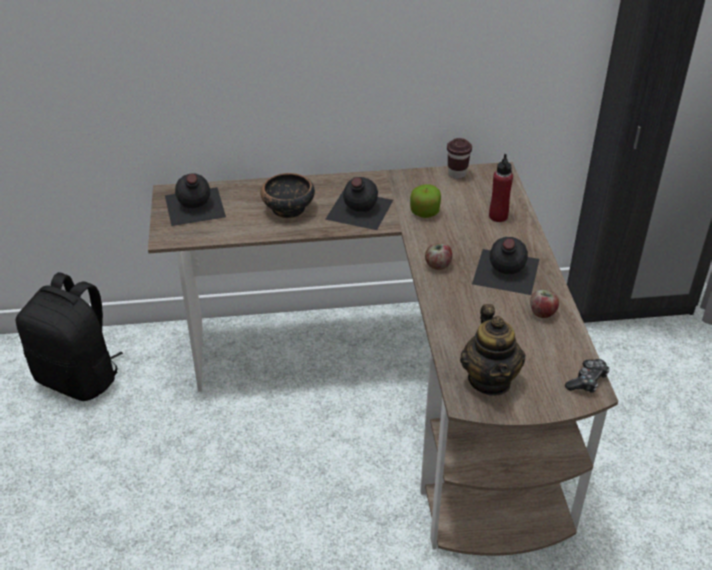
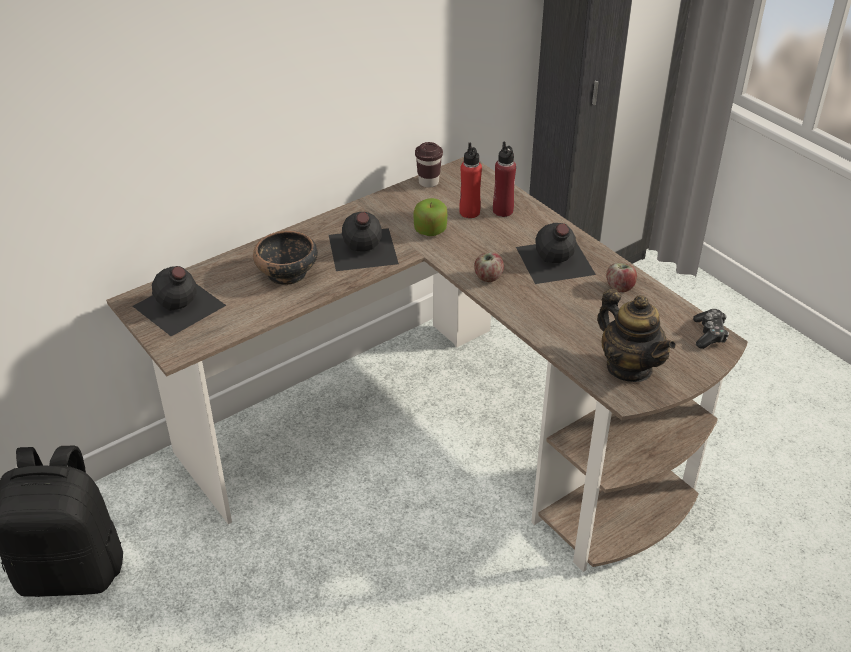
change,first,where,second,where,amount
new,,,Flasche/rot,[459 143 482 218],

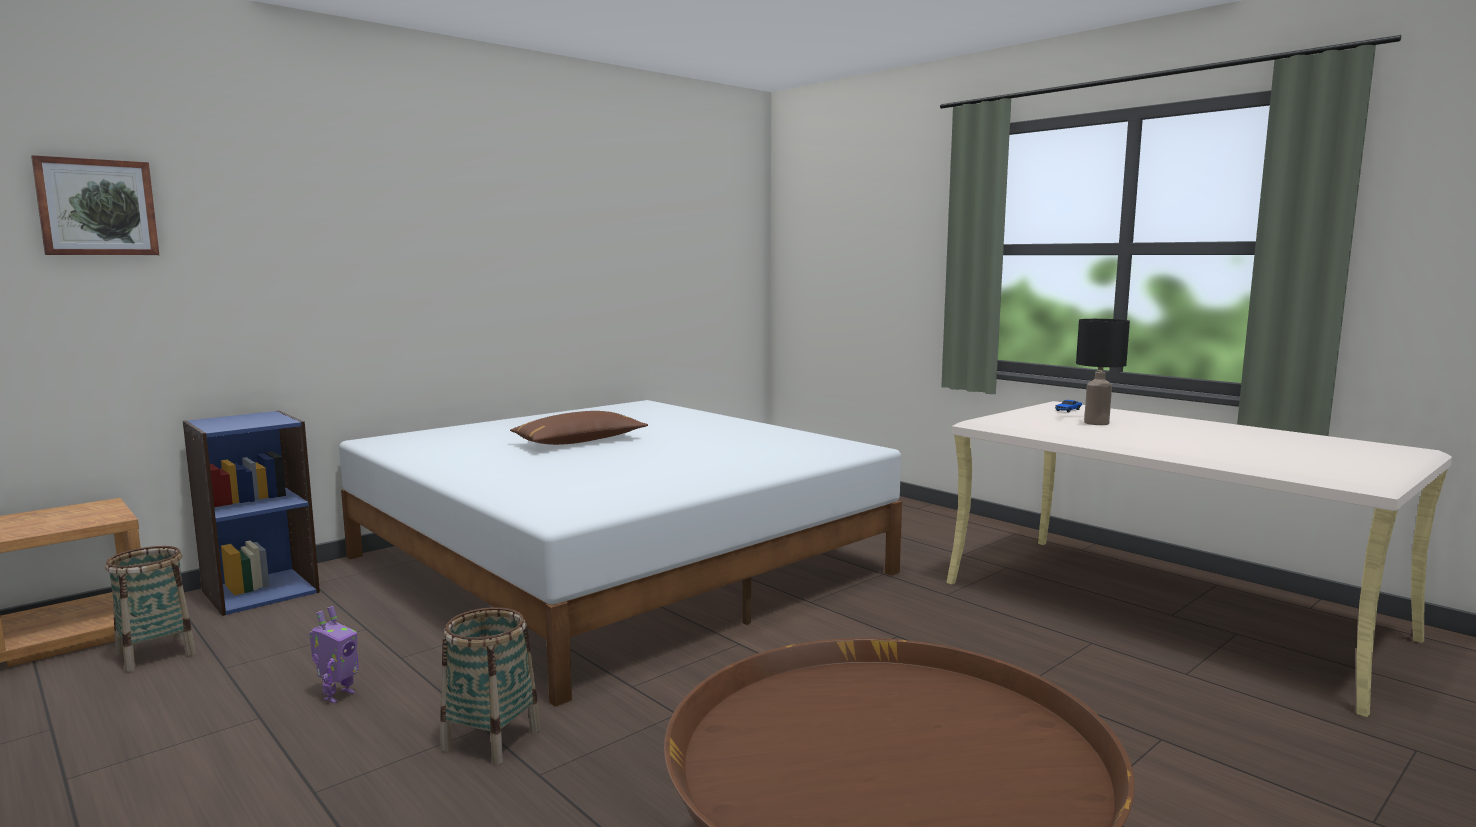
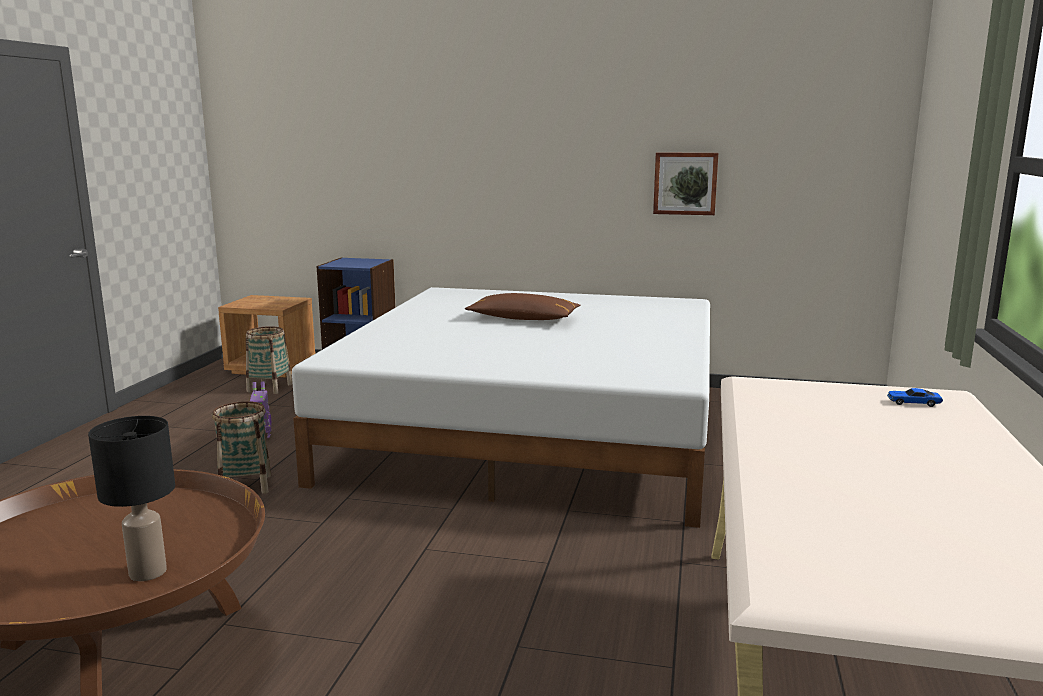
change,first,where,second,where,amount
shifted,Bild,[31 155 159 255],,[653 152 718 215],
shifted,Tischlampe/schwarz,[1076 319 1130 425],,[88 416 175 581],

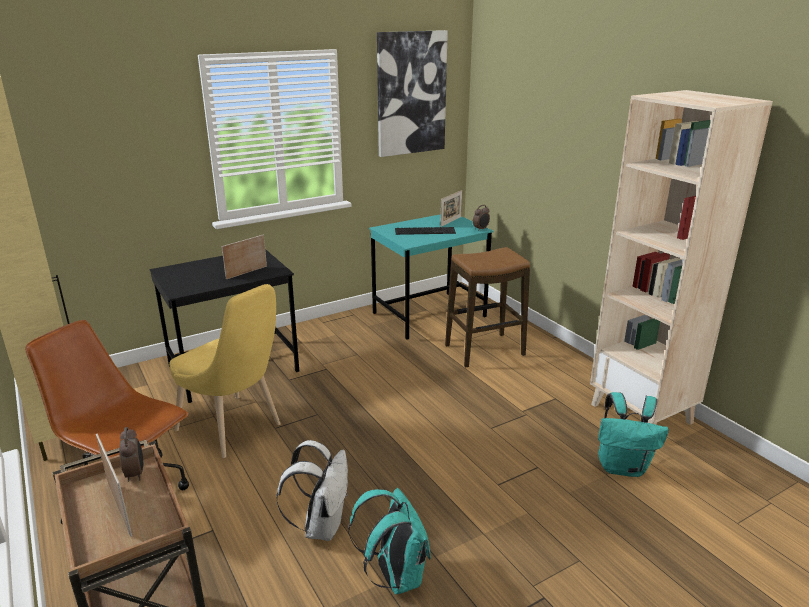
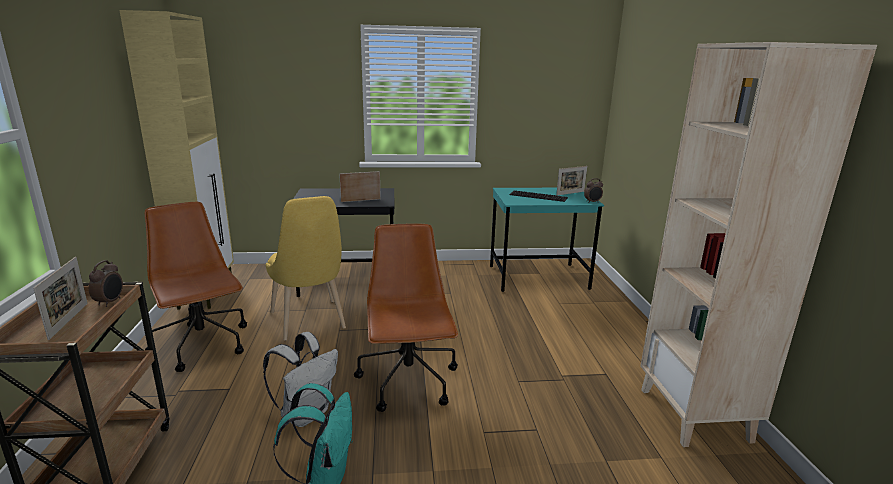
change,first,where,second,where,amount
gone,Bild,[377 30 448 157],,,
gone,Hocker,[445 247 530 368],,,
gone,Rucksack/türkis,[598 392 669 477],,,
new,,,Bürostuhl/braun,[354 224 458 412],

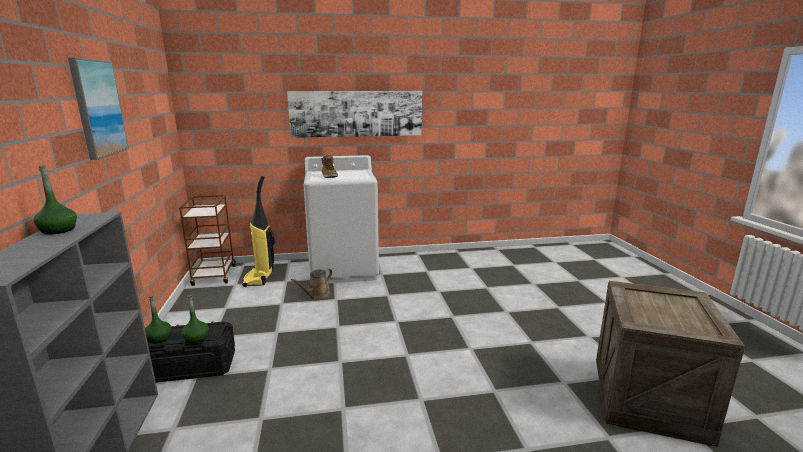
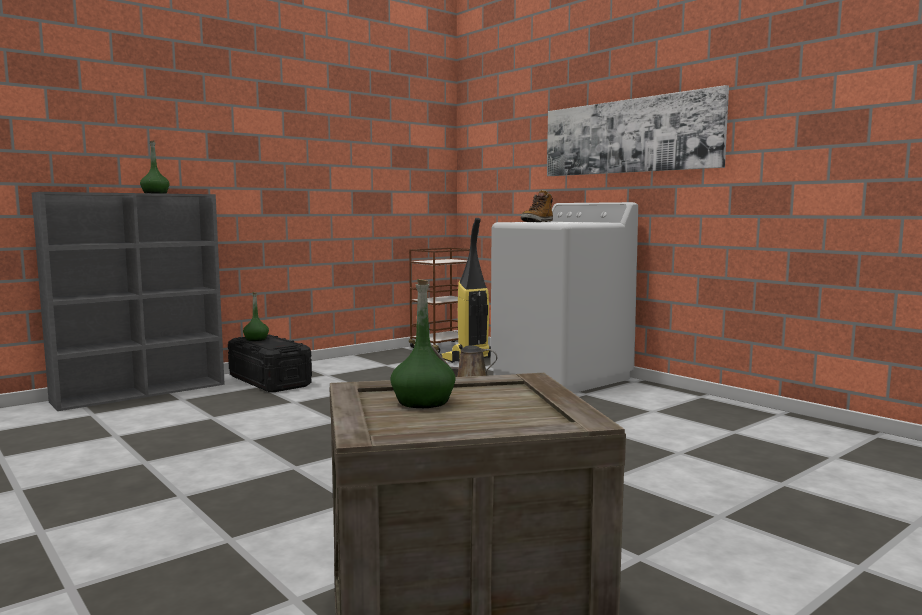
change,first,where,second,where,amount
gone,Bild,[68 58 129 160],,,
shifted,Flasche/grün,[182 295 209 343],,[390 279 455 408],

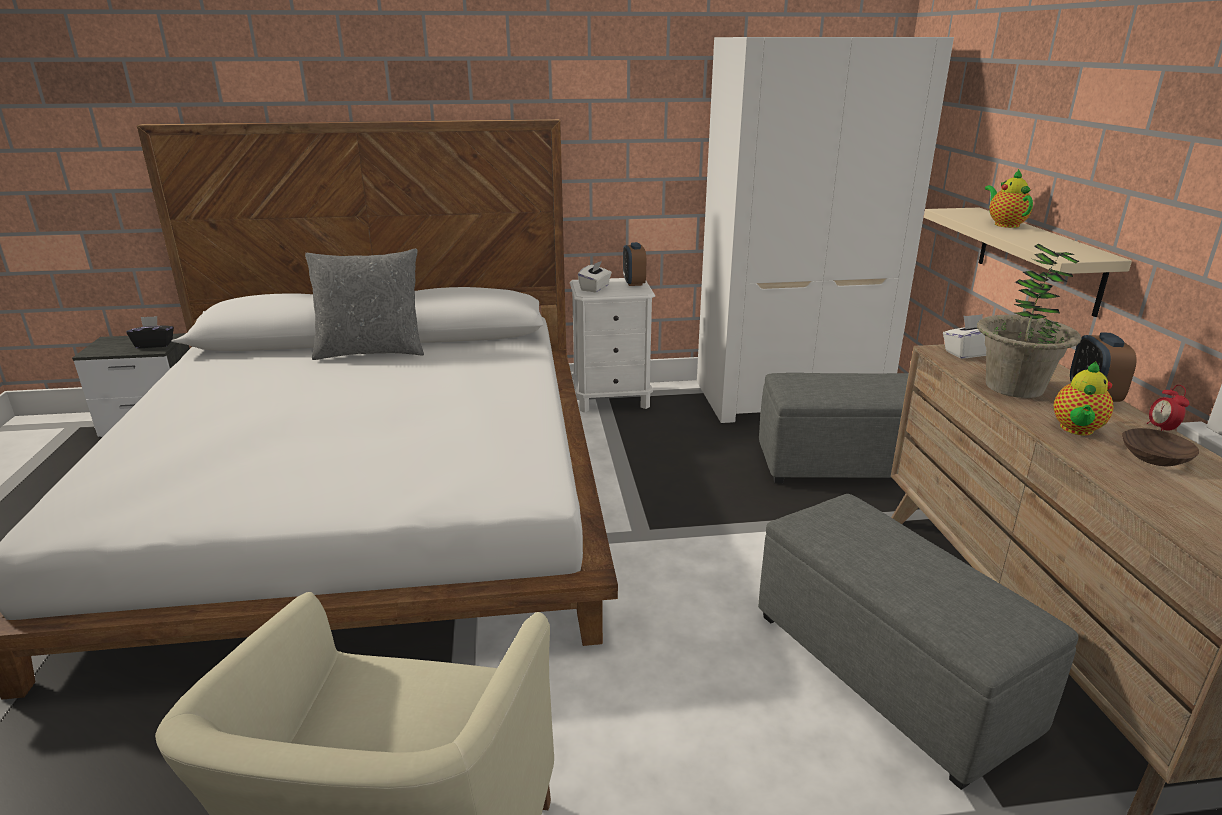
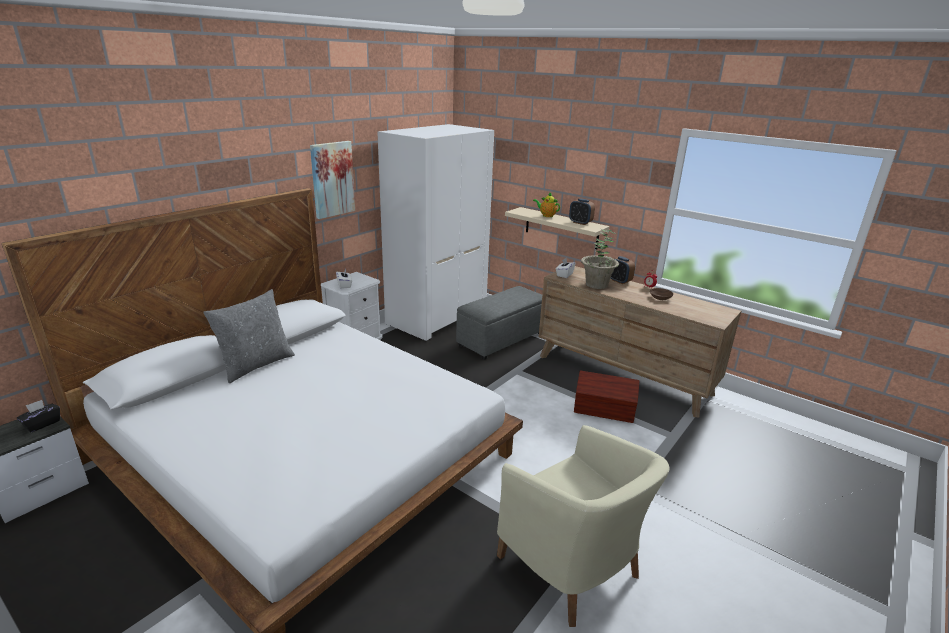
change,first,where,second,where,amount
shifted,Wecker,[623 242 646 286],,[569 199 595 225],
swapped,Polsterhocker/grau,[758 494 1079 790],Aufbewahrungsbox/braun,[574 371 639 423],
gone,Teekanne,[1054 361 1114 435],,,
new,,,Bild,[310 141 355 219],

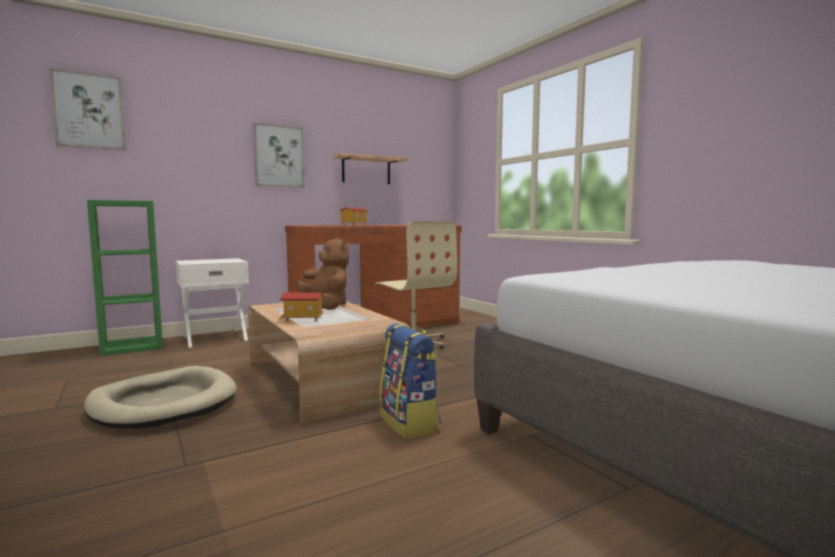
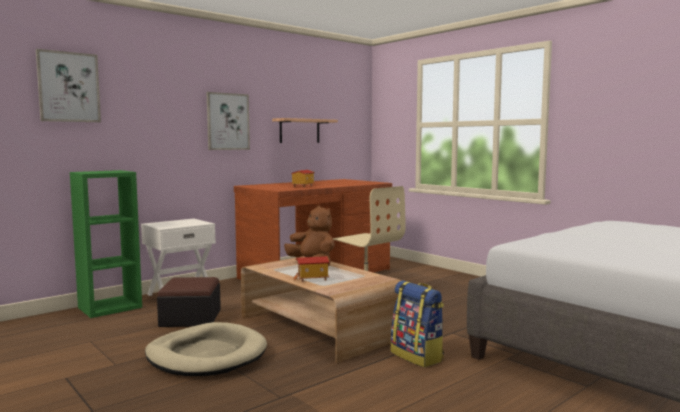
change,first,where,second,where,amount
new,,,Polsterhocker,[157 277 221 327],

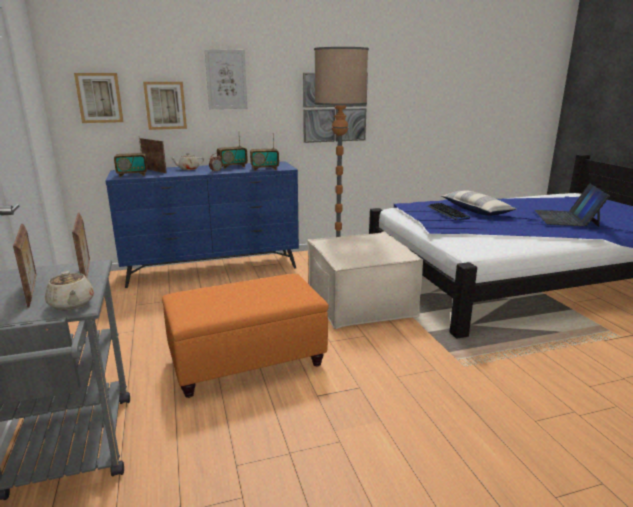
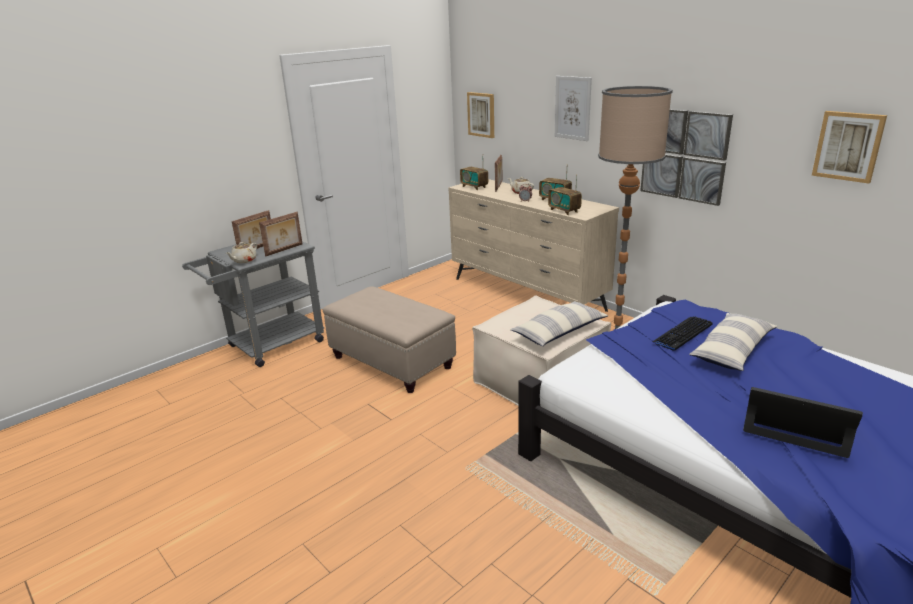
change,first,where,second,where,amount
repainted,Kommode/blau,[105 161 299 288],Kommode/beige,[448 179 619 312],
shifted,Bild,[143 82 187 130],,[812 111 887 184],
repainted,Polsterhocker/orange,[162 274 329 398],Polsterhocker/beige,[322 286 456 393],
rotated,Laptop,[535 183 610 227],,[743 387 863 458],45 degrees clockwise
new,,,Kissen,[511 301 608 346],

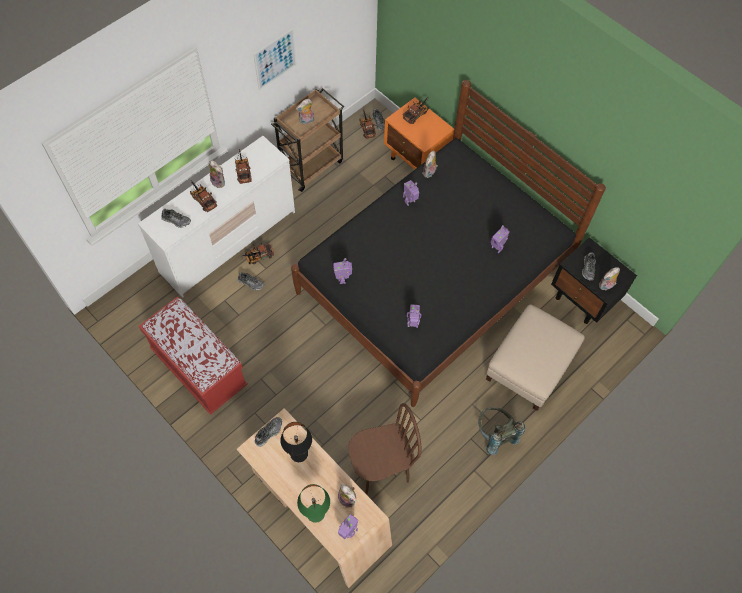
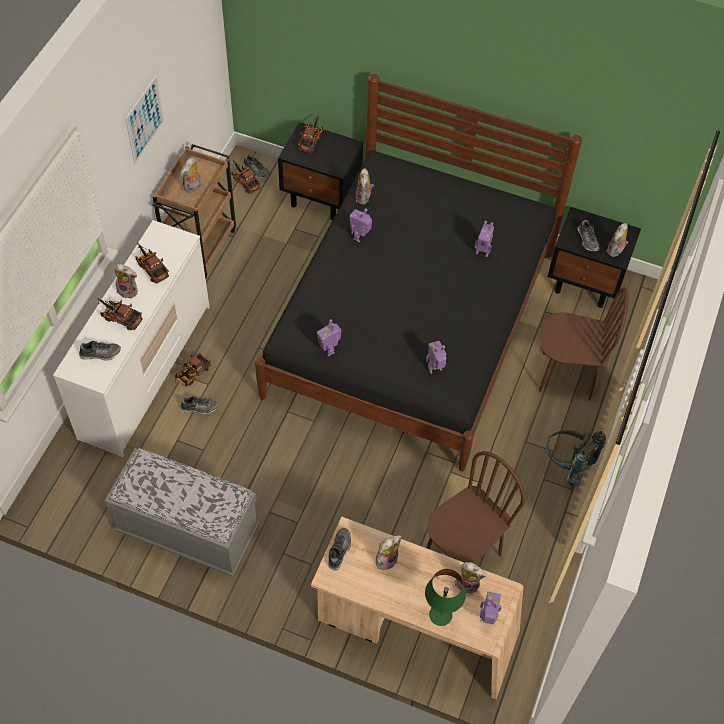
change,first,where,second,where,amount
repainted,Bank/rot,[139 297 248 415],Bank/grau,[105 448 259 576],
swapped,Tischlampe/schwarz,[280 422 312 462],Plüschtier,[376 535 401 570],
repainted,Nachttisch/orange,[384 98 454 169],Nachttisch/schwarz,[278 122 363 220],
swapped,Polsterhocker/beige,[486 305 585 411],Stuhl/braun,[539 287 629 401],

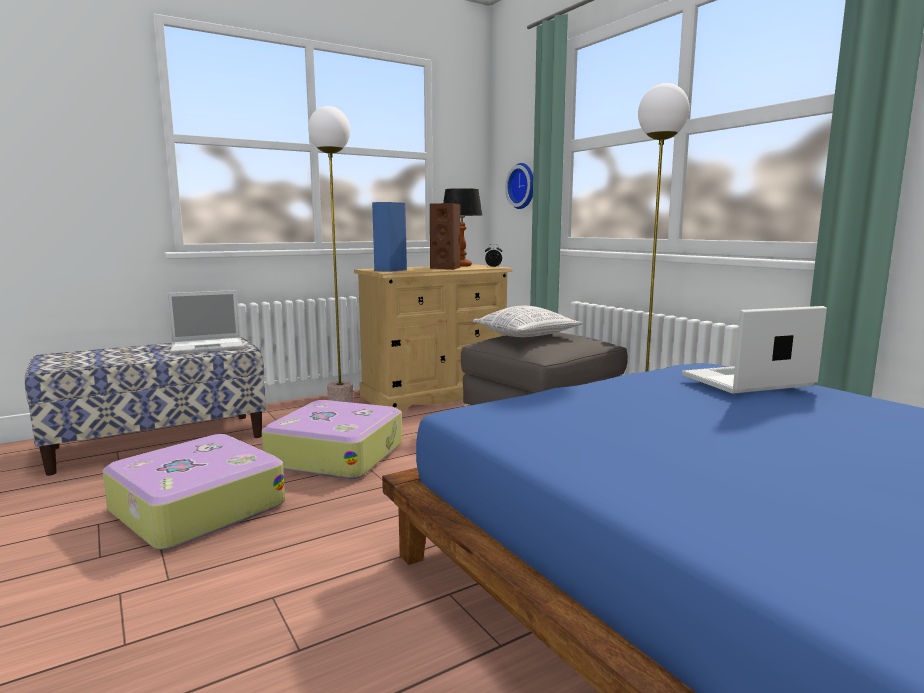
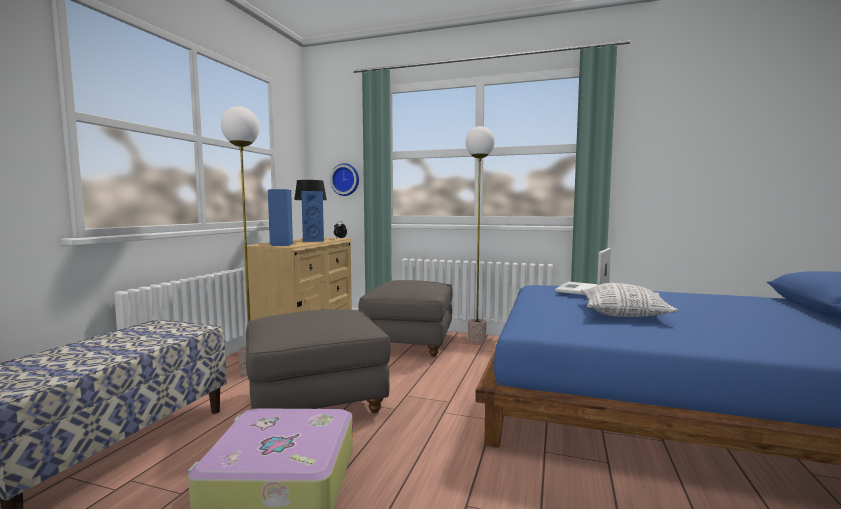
change,first,where,second,where,amount
gone,Laptop,[167 290 244 355],,,
swapped,Koffer,[262 400 402 479],Polsterhocker/grau,[246 309 391 413],
repainted,Lautsprecher/braun,[430 203 460 269],Lautsprecher/blau,[301 191 324 242],
shifted,Kissen,[473 306 582 337],,[581 283 679 317],

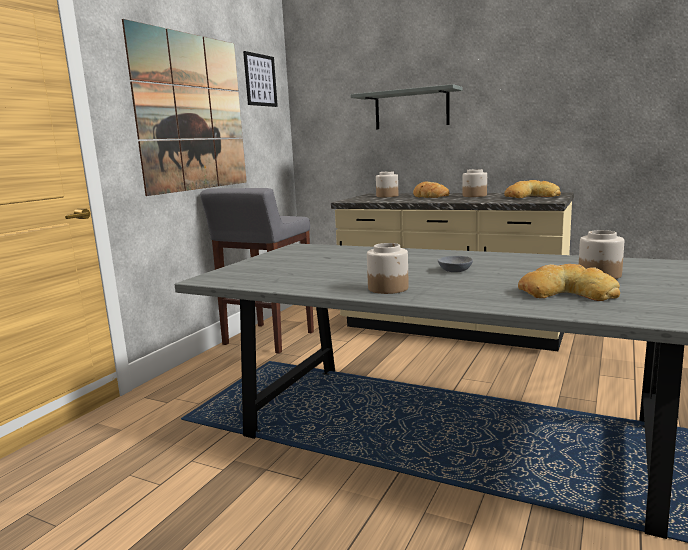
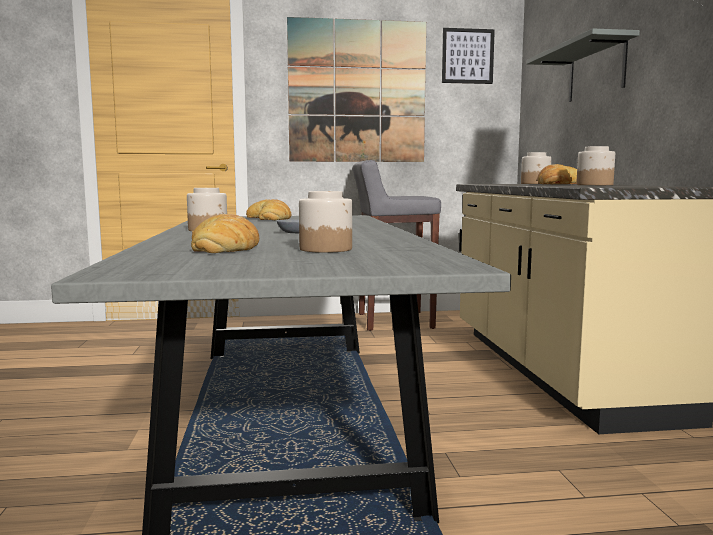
change,first,where,second,where,amount
shifted,Brot,[504 180 561 198],,[246 199 291 220],

